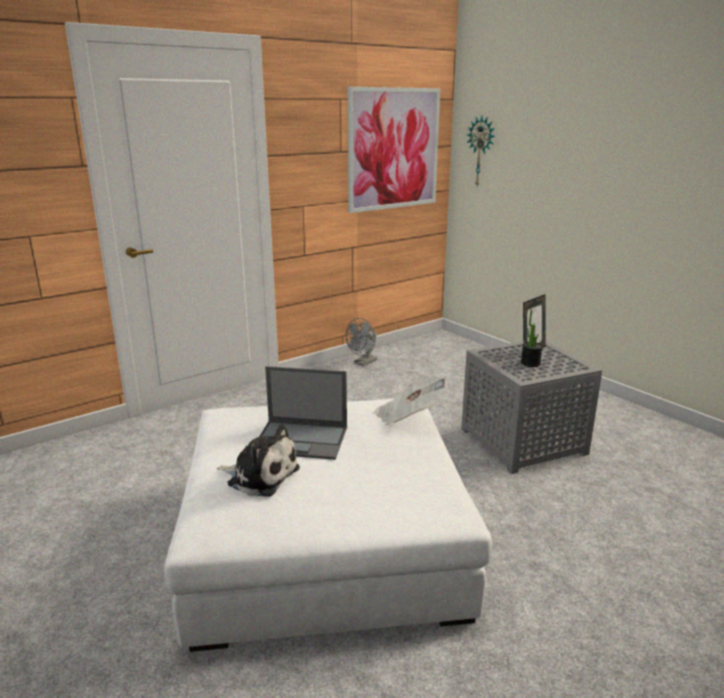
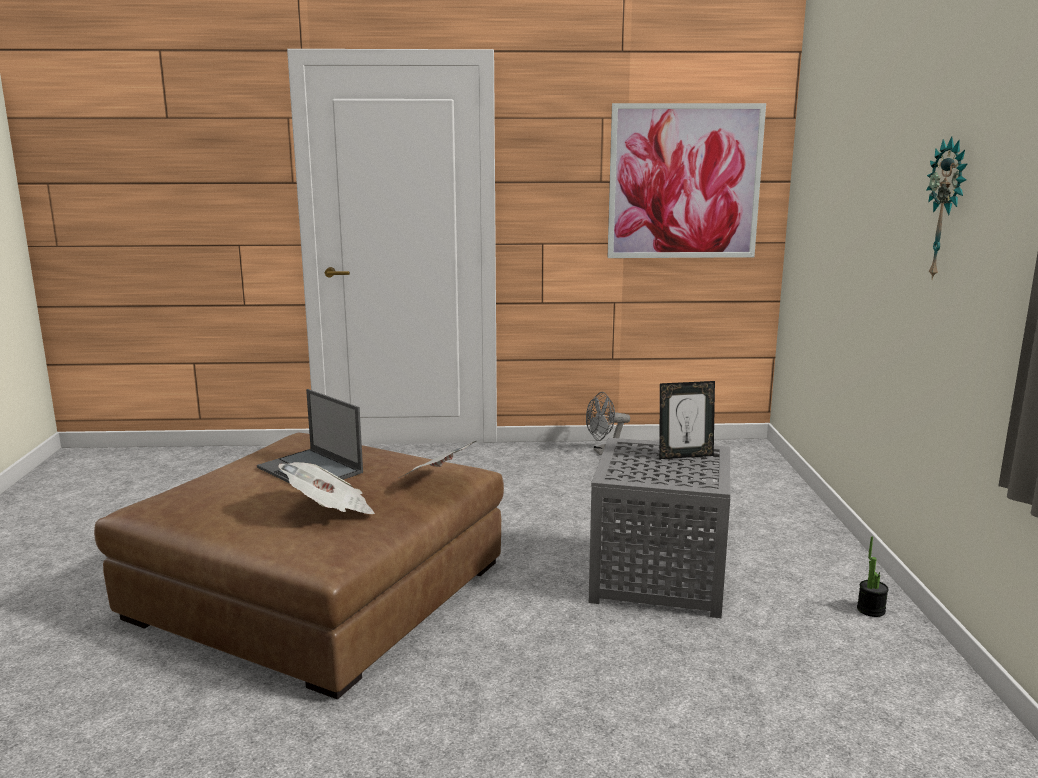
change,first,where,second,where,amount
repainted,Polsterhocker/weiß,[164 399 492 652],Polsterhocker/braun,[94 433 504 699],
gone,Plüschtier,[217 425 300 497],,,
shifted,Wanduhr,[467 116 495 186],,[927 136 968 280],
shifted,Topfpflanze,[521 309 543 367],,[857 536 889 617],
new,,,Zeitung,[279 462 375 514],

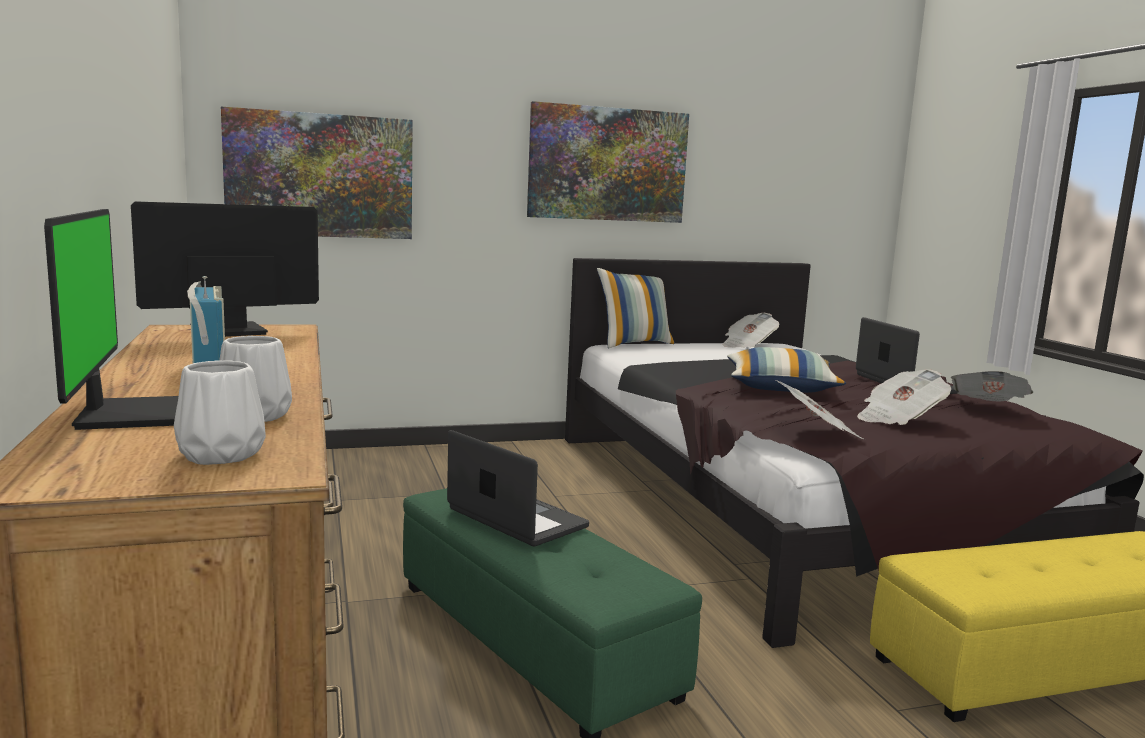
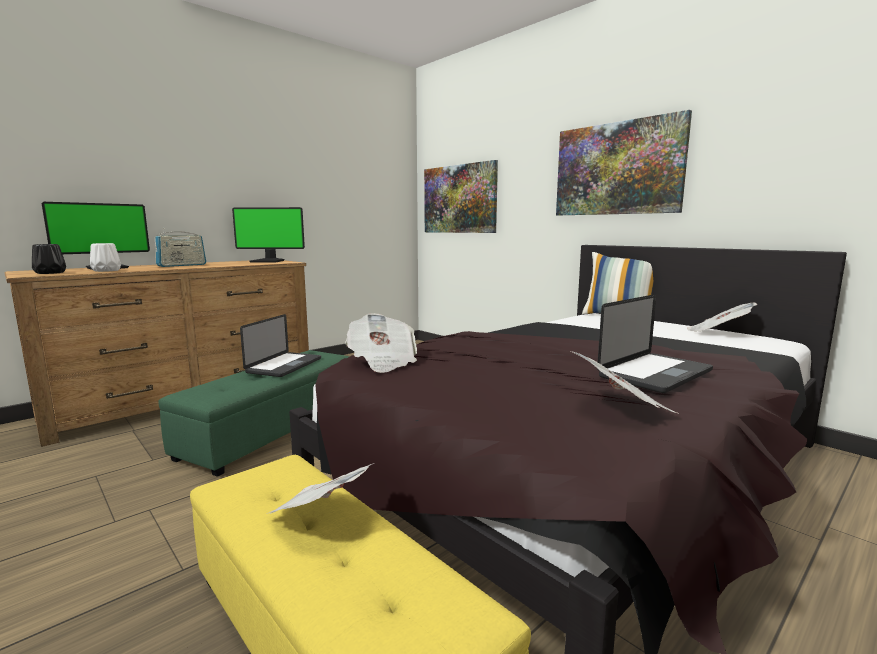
change,first,where,second,where,amount
rotated,Monitor,[131 201 319 337],,[232 207 305 263],150 degrees clockwise
repainted,Vase/weiß,[174 361 266 465],Vase/schwarz,[32 244 66 274],
gone,Kissen,[727 347 846 393],,,
shifted,Zeitung,[857 369 951 425],,[267 463 374 514],

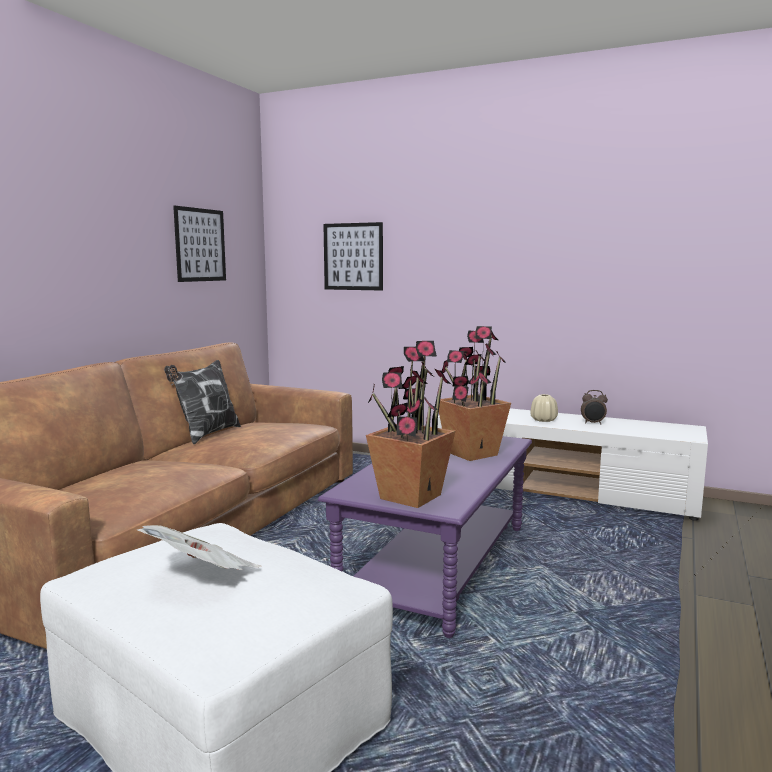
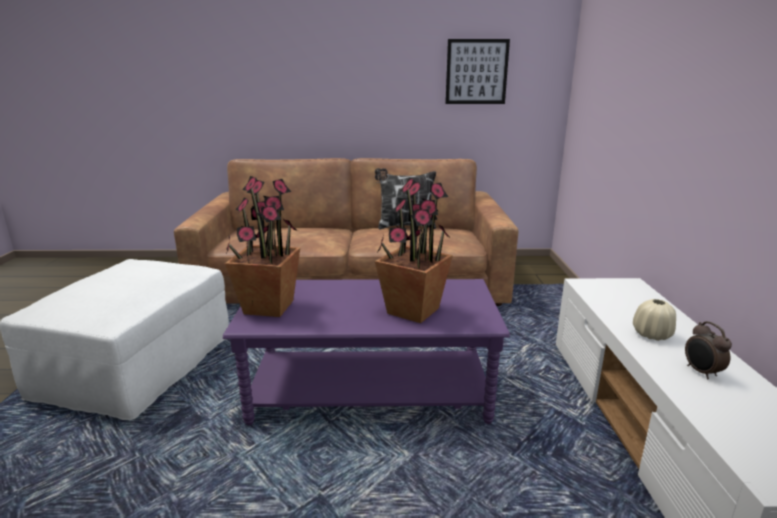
change,first,where,second,where,amount
gone,Zeitung,[137 525 261 570],,,
gone,Bild,[323 222 383 291],,,

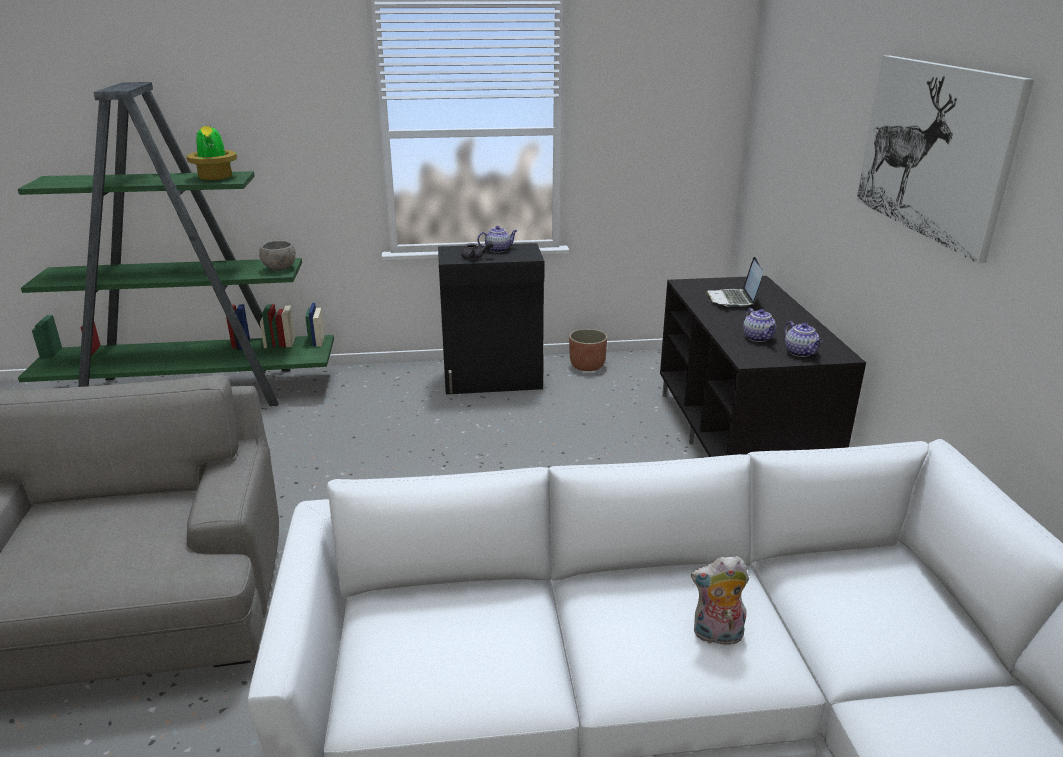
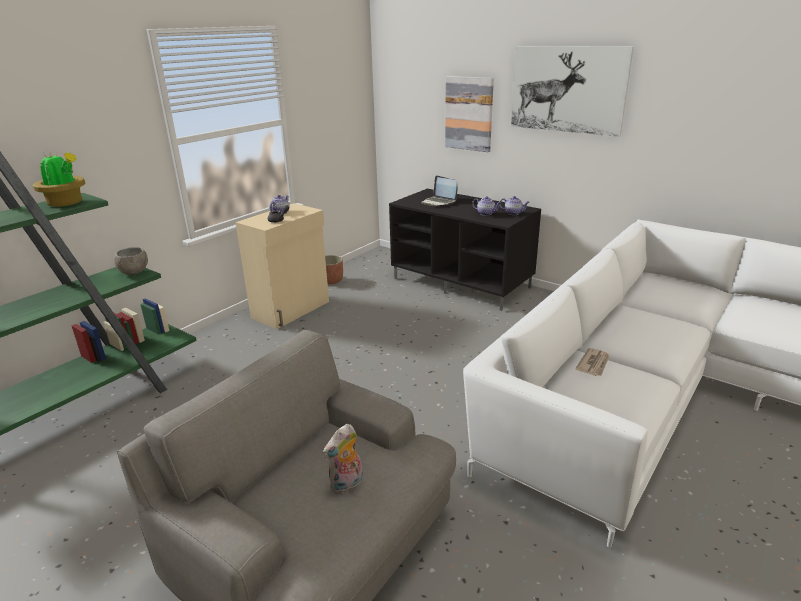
change,first,where,second,where,amount
repainted,Schrank/schwarz,[438 243 544 394],Schrank/beige,[235 203 329 329],
shifted,Plüschtier,[691 556 749 645],,[323 424 363 493],
new,,,Bild,[445 76 494 152],
new,,,Zeitung,[575 348 610 376],

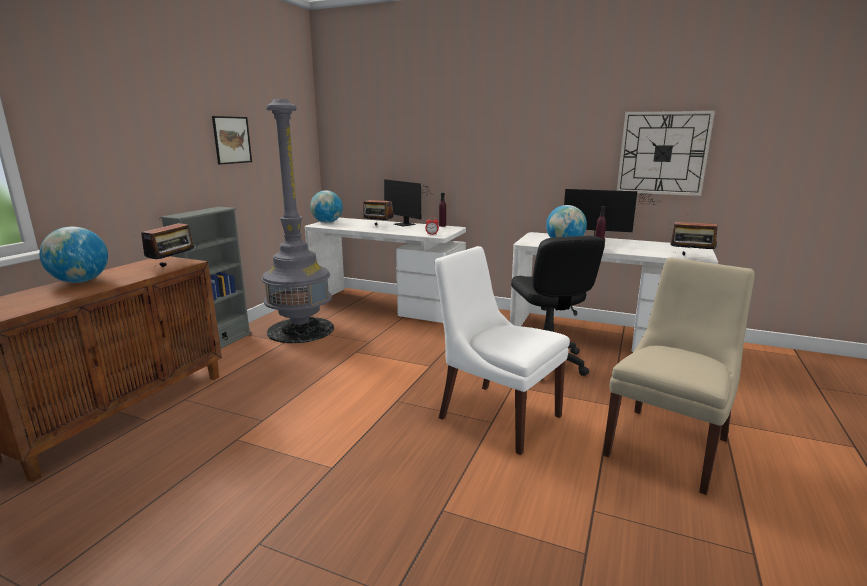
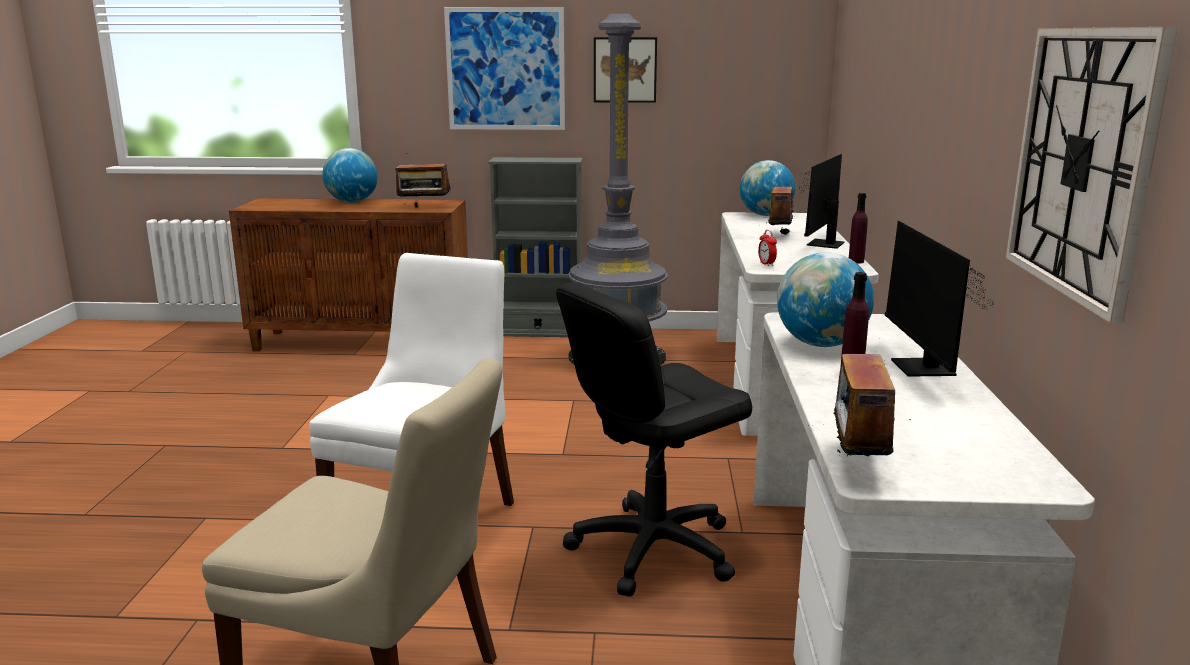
change,first,where,second,where,amount
new,,,Bild,[444 7 565 130],

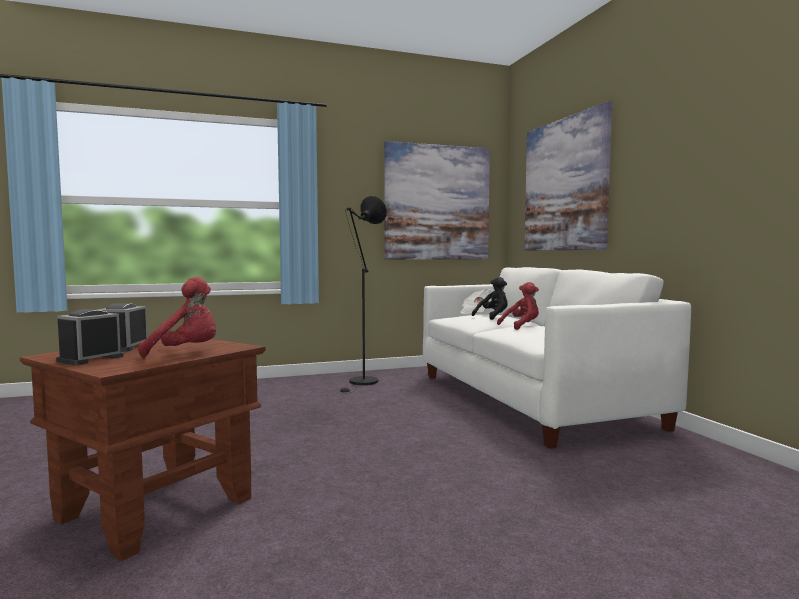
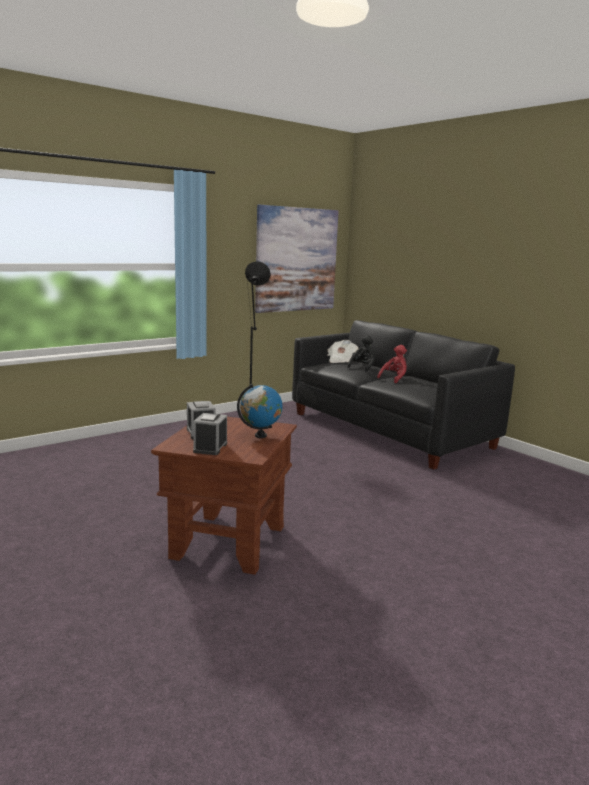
change,first,where,second,where,amount
swapped,Plüschtier/rot,[138 277 216 357],Globus,[237 384 283 438],
repainted,Sofa/weiß,[423 267 691 449],Sofa/schwarz,[292 320 515 470],
gone,Bild,[525 101 612 250],,,

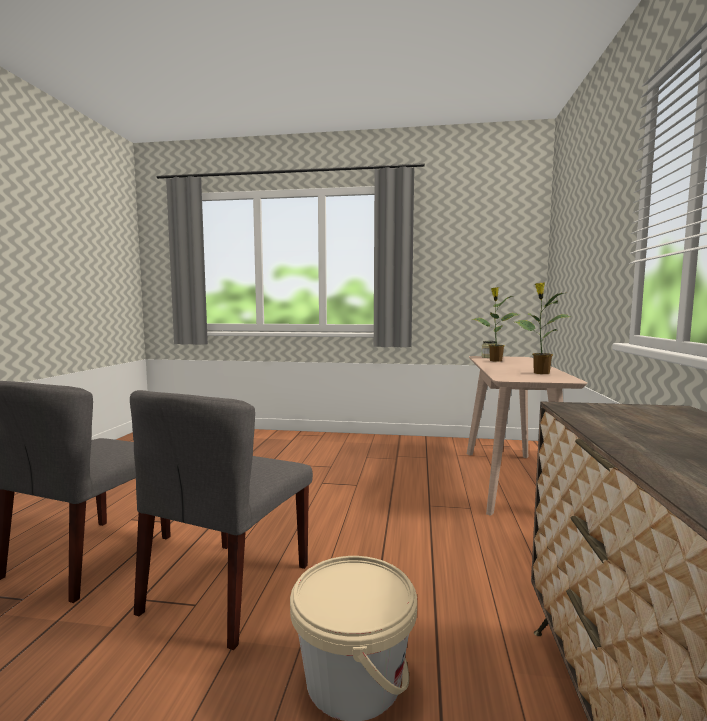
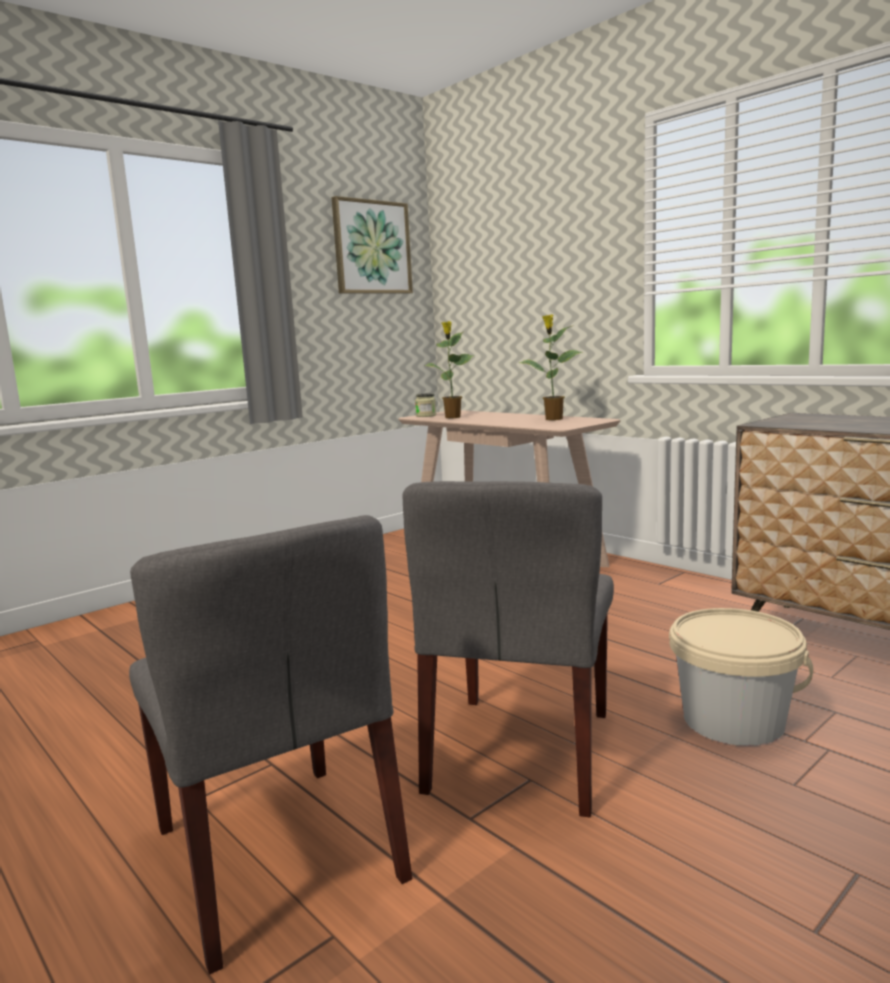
change,first,where,second,where,amount
rotated,Stuhl/grau,[130 390 313 650],,[403 481 614 818],45 degrees clockwise
new,,,Bild,[332 196 413 294],

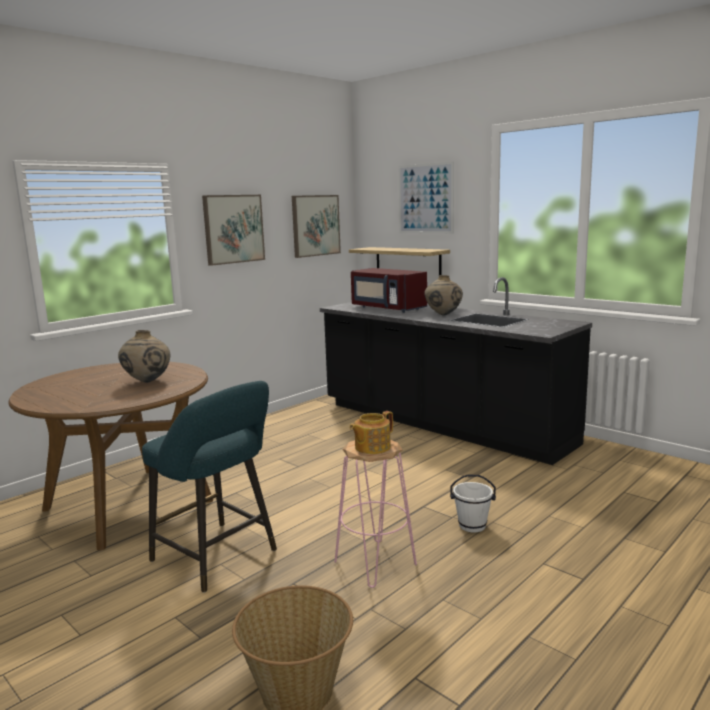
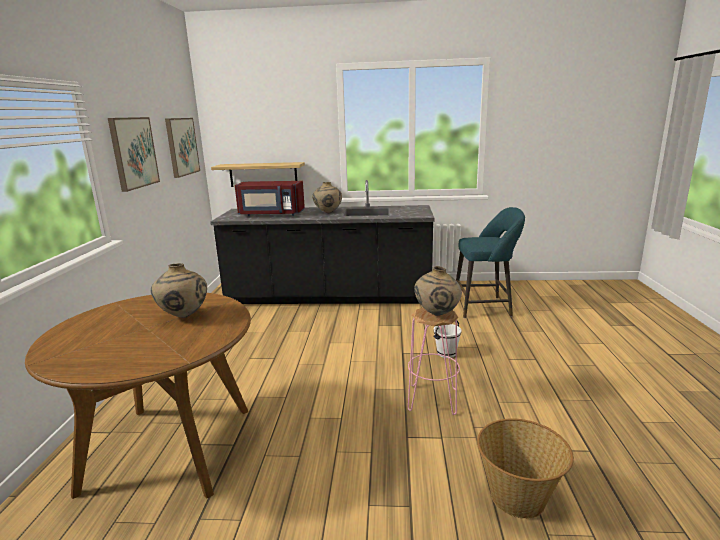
change,first,where,second,where,amount
shifted,Hocker/türkis,[142 381 277 593],,[456 207 525 318],
swapped,Teekanne,[349 411 393 454],Vase/beige,[414 266 462 316],
gone,Bild,[399 161 454 234],,,

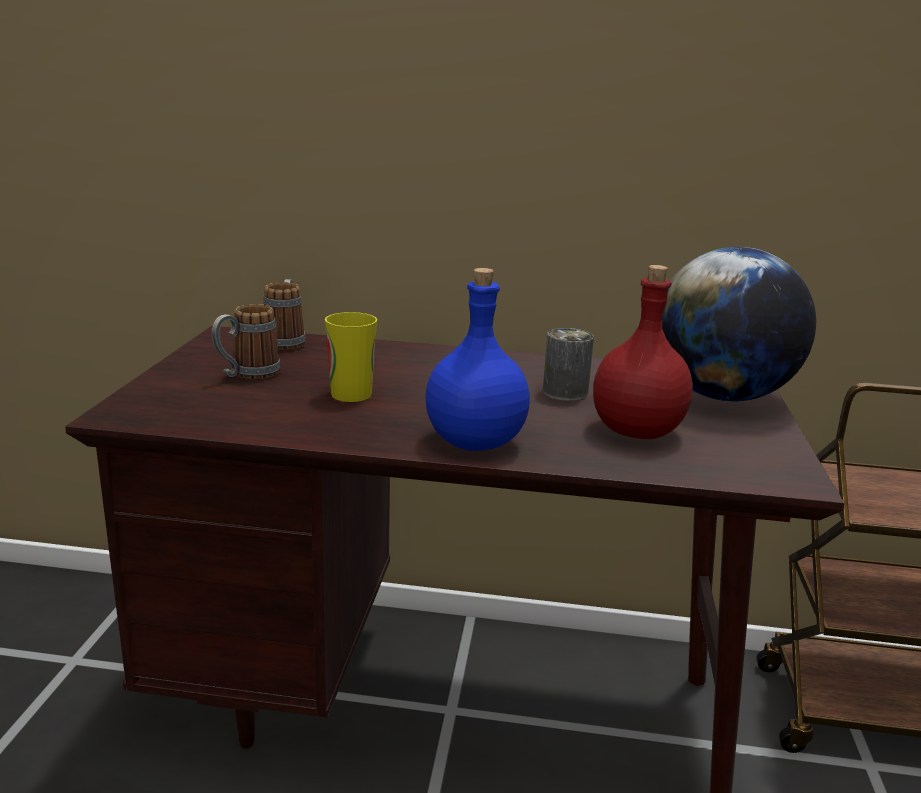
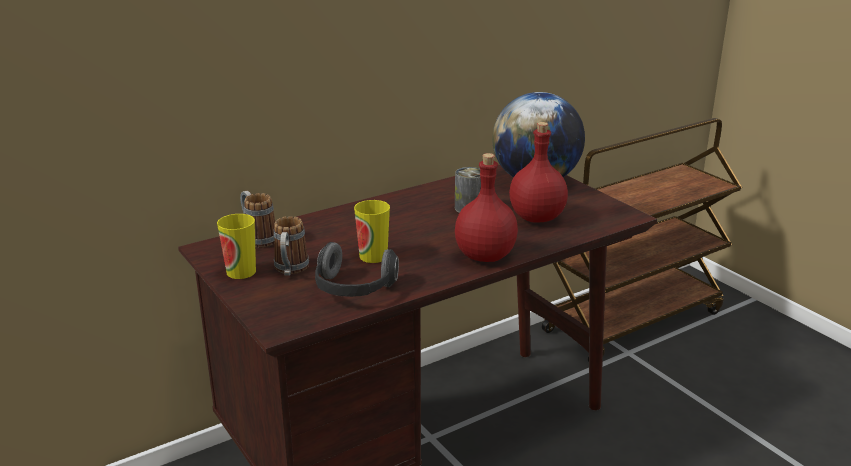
change,first,where,second,where,amount
repainted,Flasche/blau,[425 268 530 451],Flasche/rot,[455 153 518 262],
new,,,Tasse,[217 214 256 279],
new,,,Kopfhörer,[315 242 399 297],

